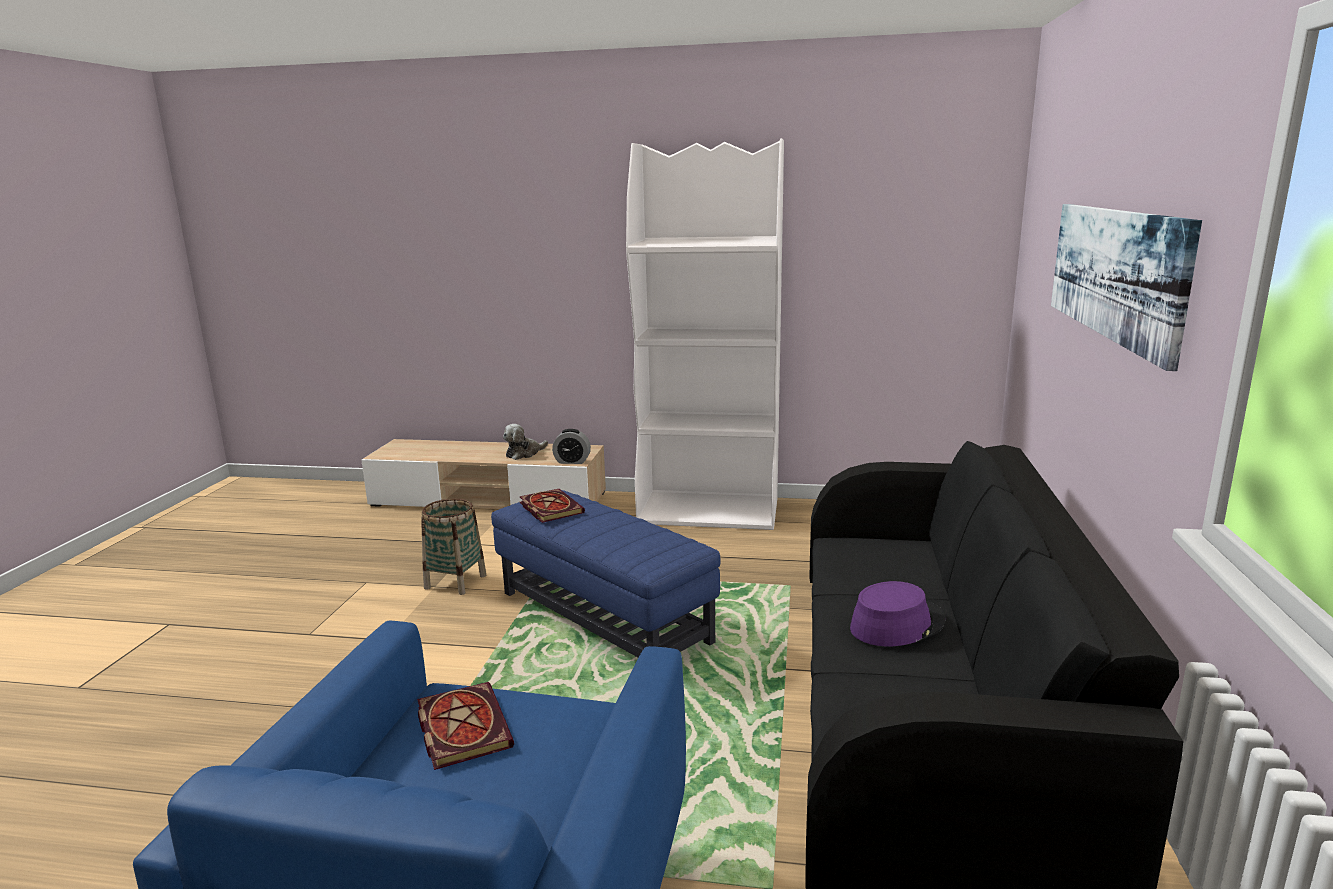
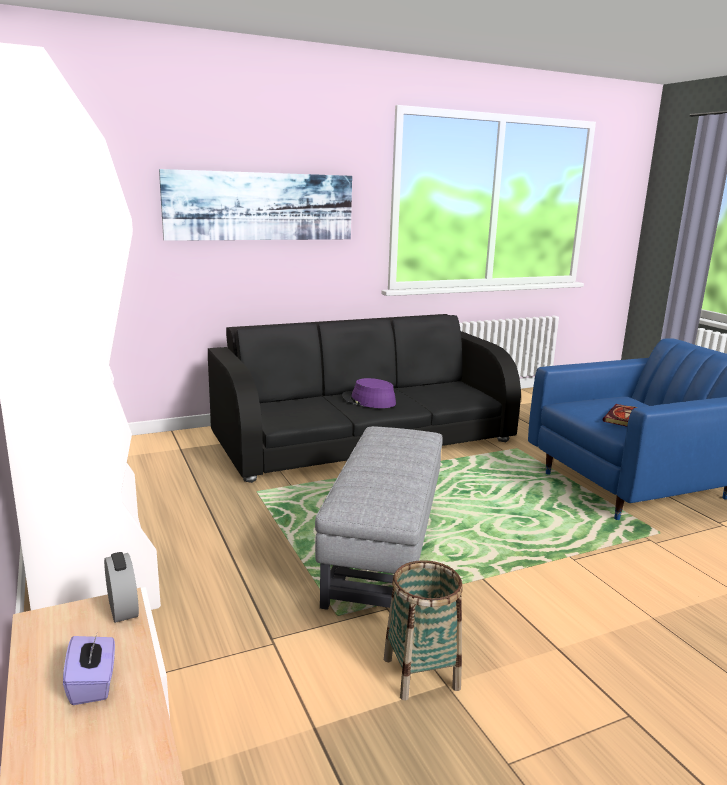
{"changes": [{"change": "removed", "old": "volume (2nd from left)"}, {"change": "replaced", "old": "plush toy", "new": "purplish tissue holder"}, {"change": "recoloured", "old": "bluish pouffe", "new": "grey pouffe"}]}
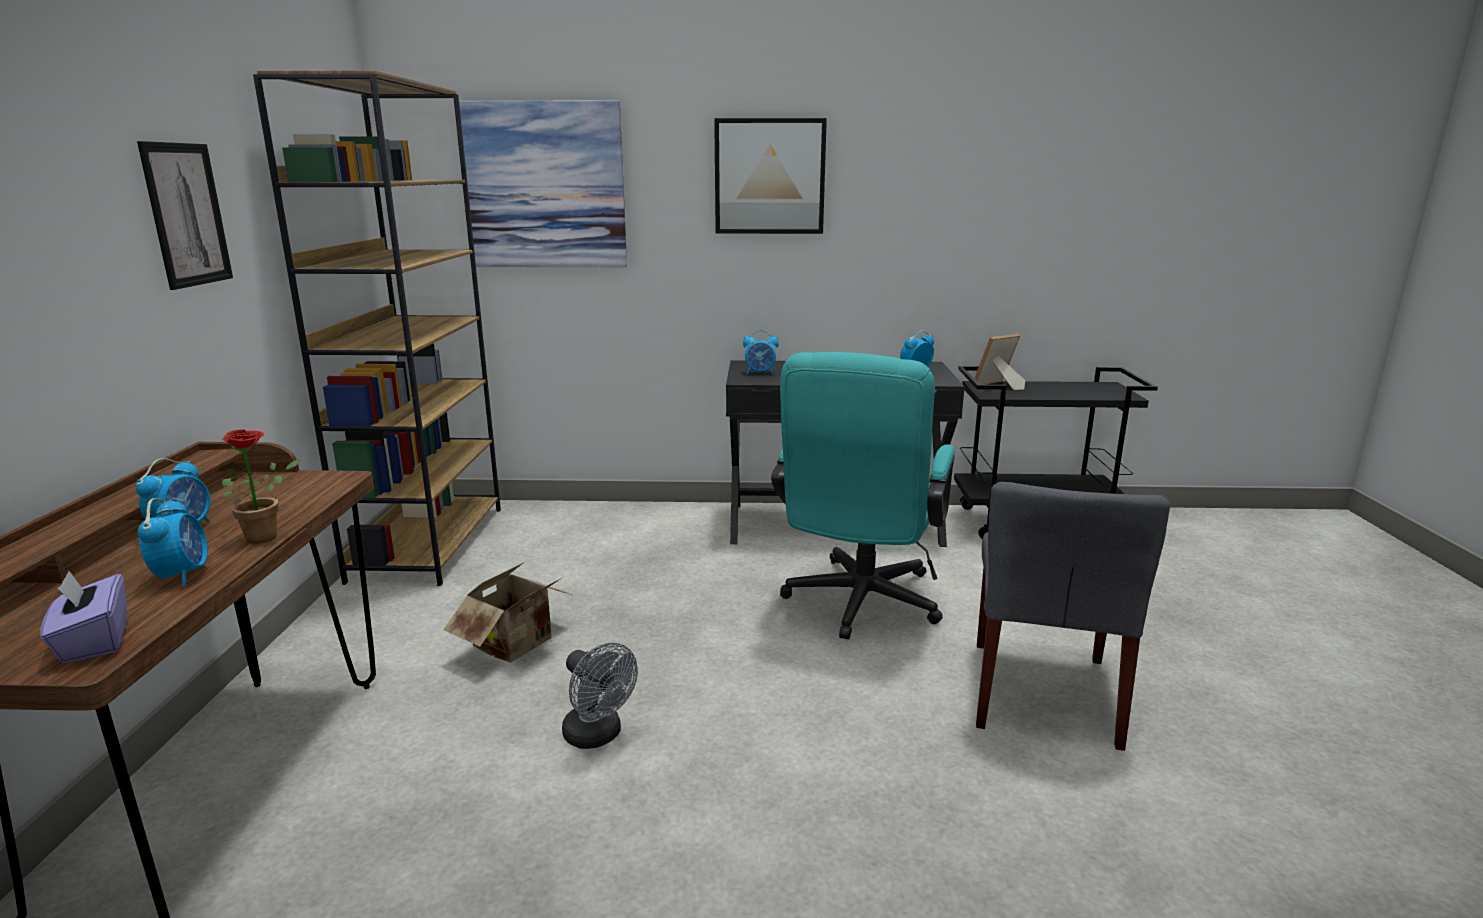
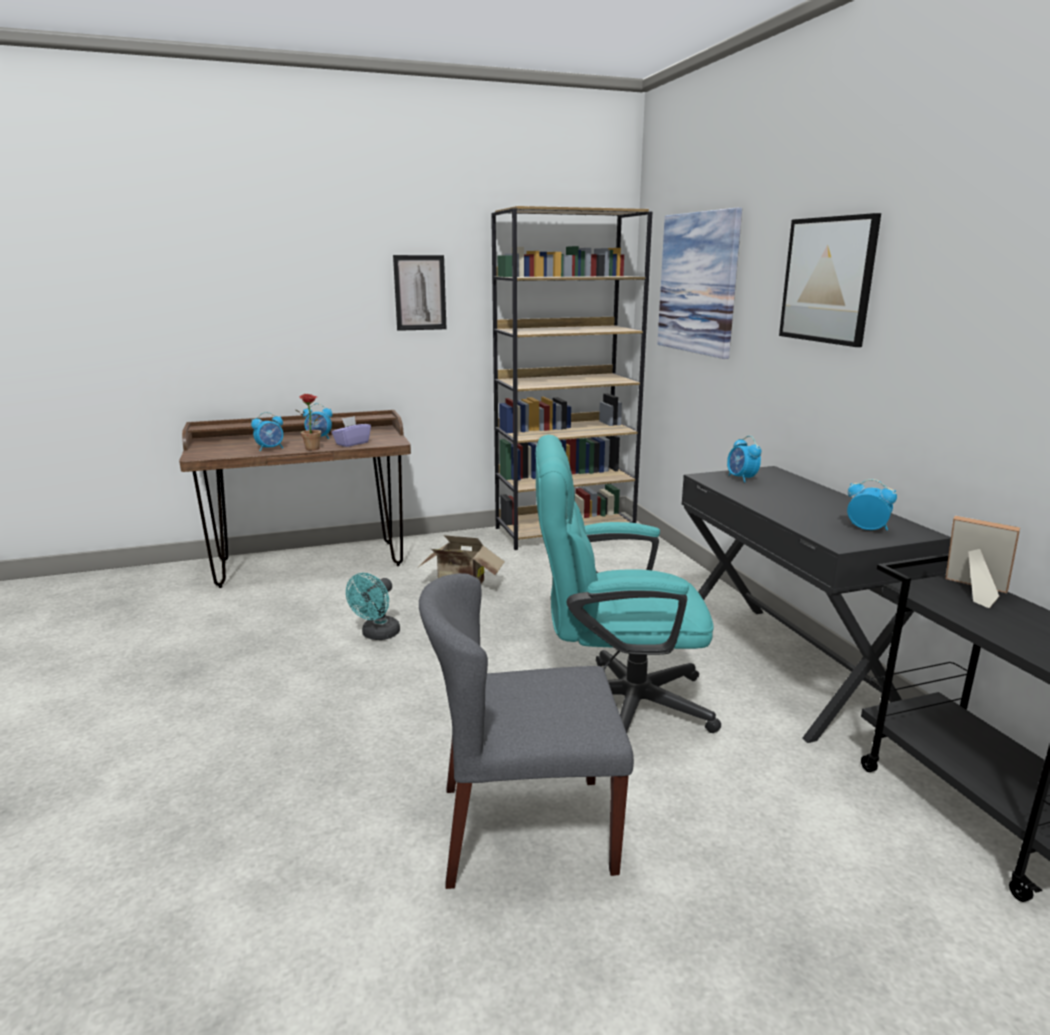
{"changes": [{"change": "moved", "old": "purplish tissue holder"}, {"change": "recoloured", "old": "grey cooling fan", "new": "turquoise-coloured cooling fan"}]}
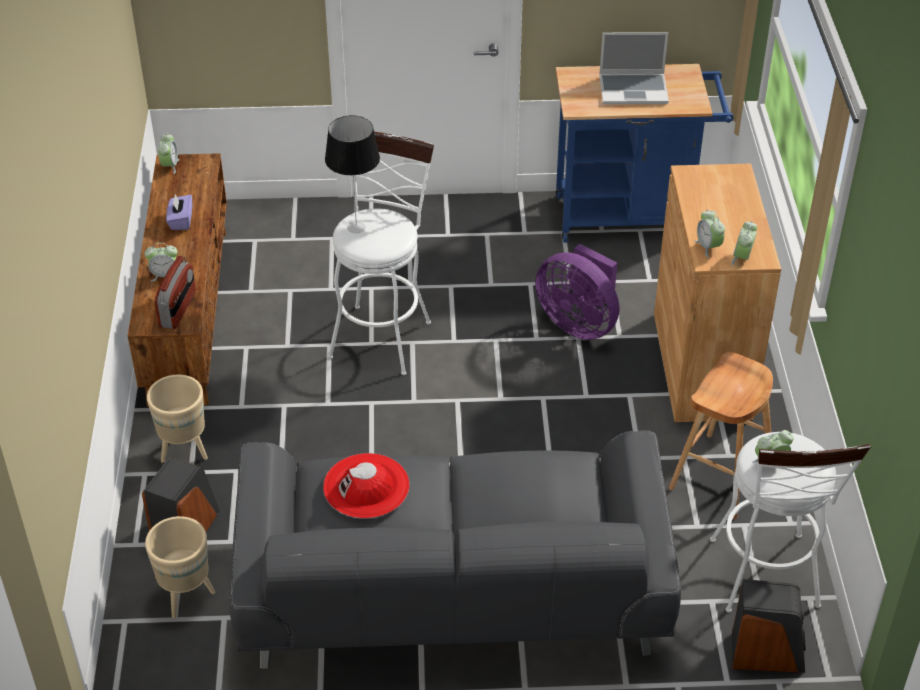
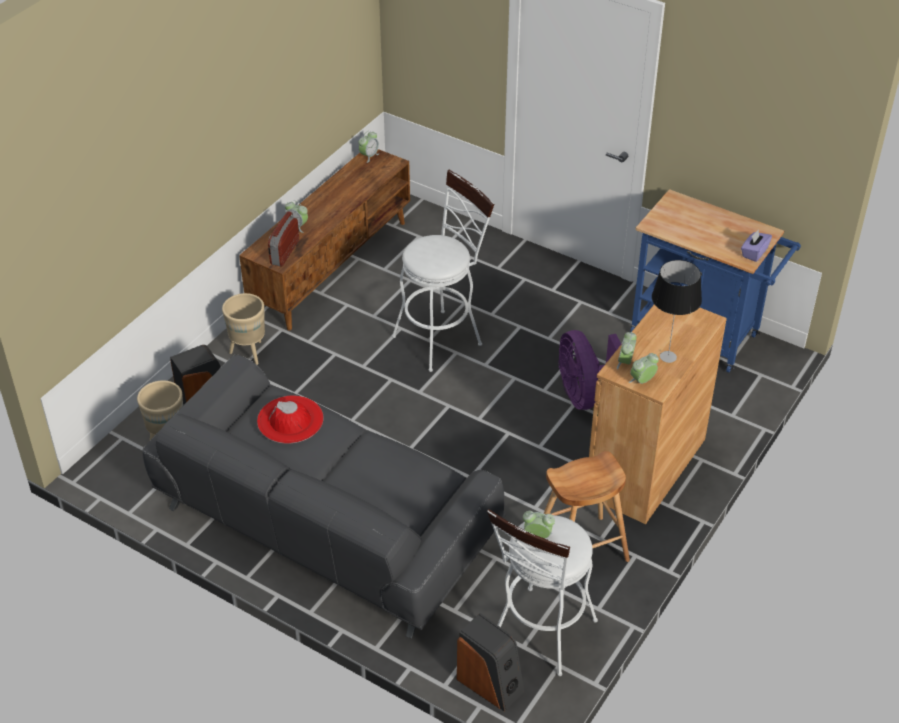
{"changes": [{"change": "removed", "old": "laptop"}, {"change": "moved", "old": "purplish tissue holder"}, {"change": "moved", "old": "tabletop lamp"}, {"change": "turned", "old": "radio set", "degrees": 150}]}
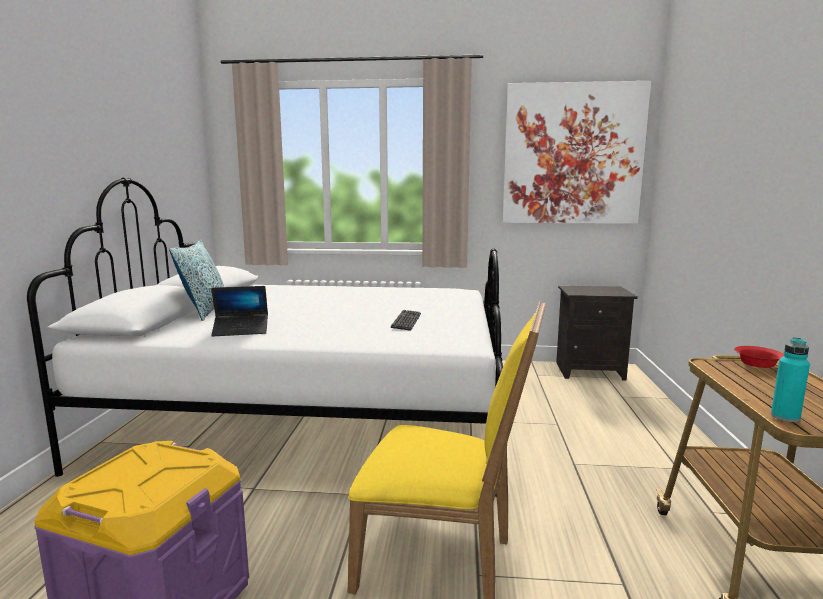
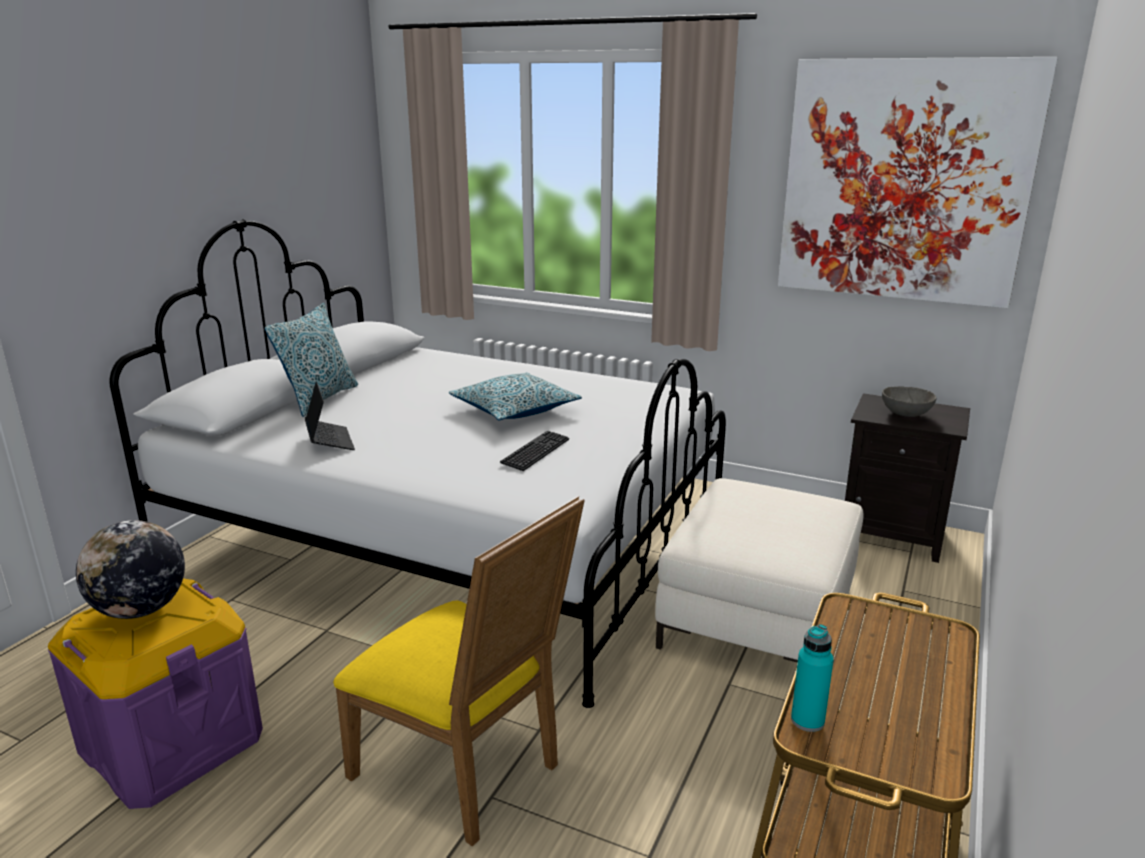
{"changes": [{"change": "removed", "old": "reddish serving bowl"}, {"change": "added", "new": "globe"}, {"change": "added", "new": "cushion (2nd from left)"}, {"change": "added", "new": "white pouffe"}, {"change": "added", "new": "grey serving bowl"}, {"change": "turned", "old": "laptop", "degrees": -120}]}
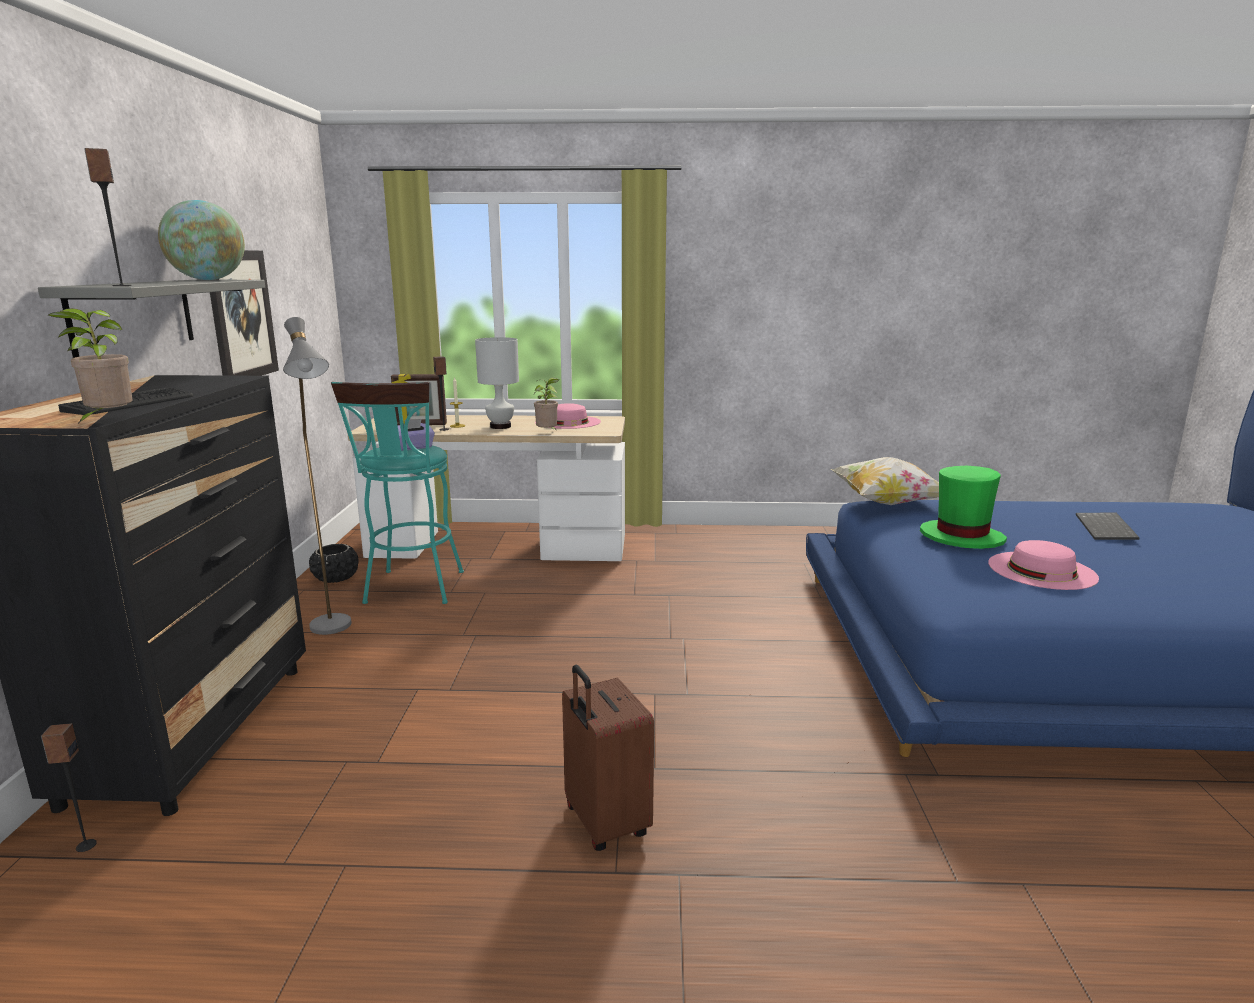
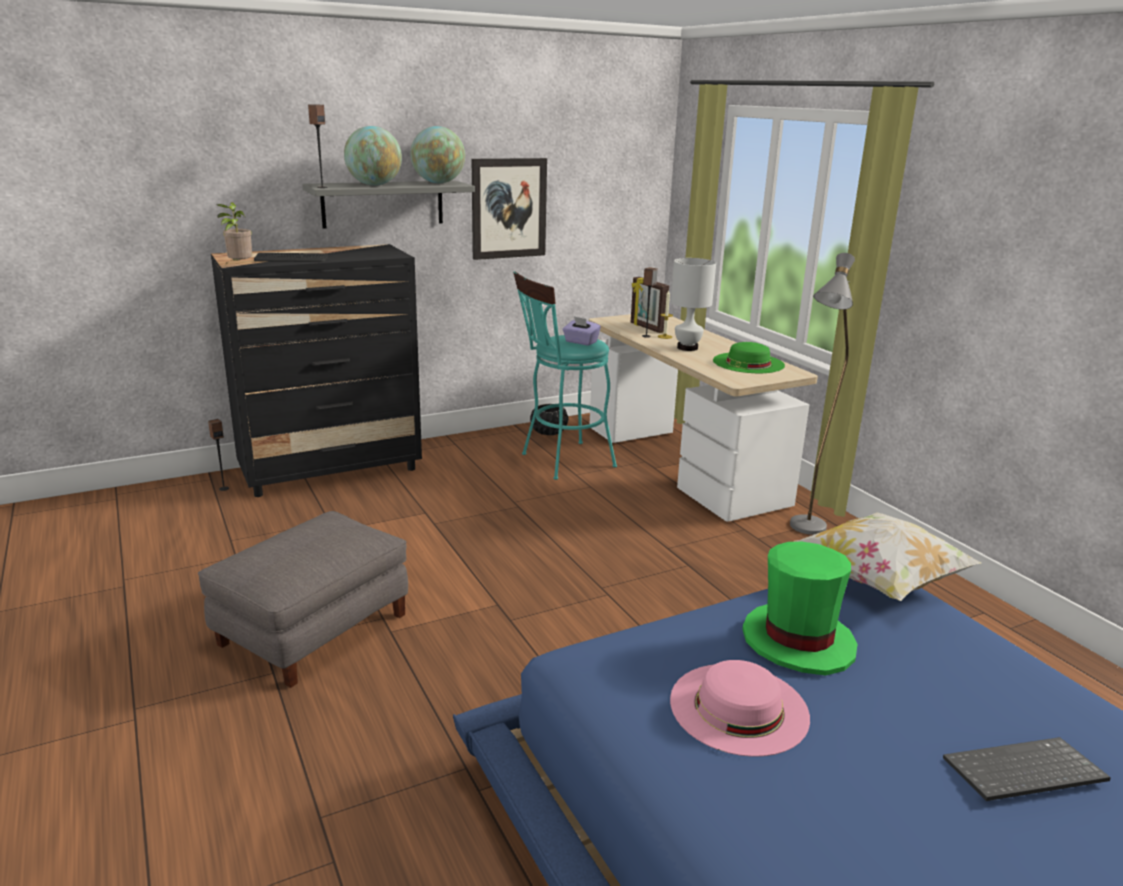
{"changes": [{"change": "removed", "old": "plant in a pot (2nd from left)"}, {"change": "added", "new": "globe (1st from left)"}, {"change": "moved", "old": "grey standing lamp"}, {"change": "replaced", "old": "brown suitcase", "new": "grey pouffe"}, {"change": "recoloured", "old": "pinkish clothing hat (1st from left)", "new": "green-coloured clothing hat (1st from left)"}]}
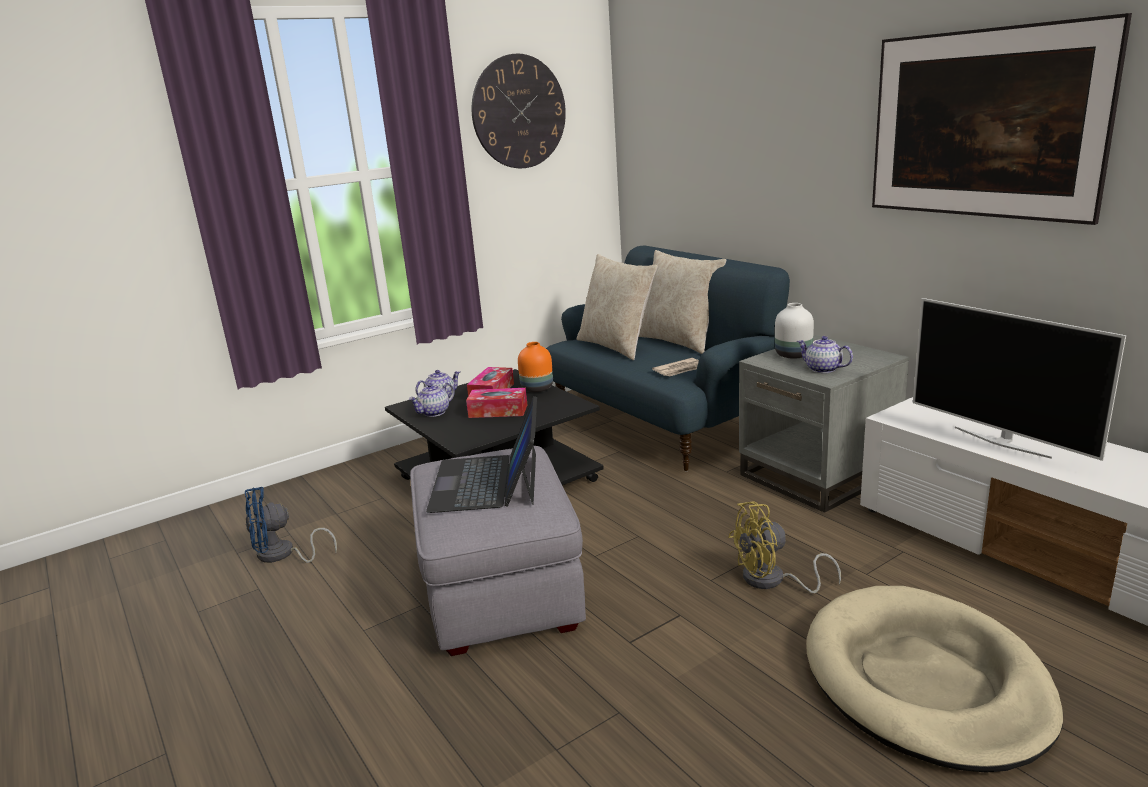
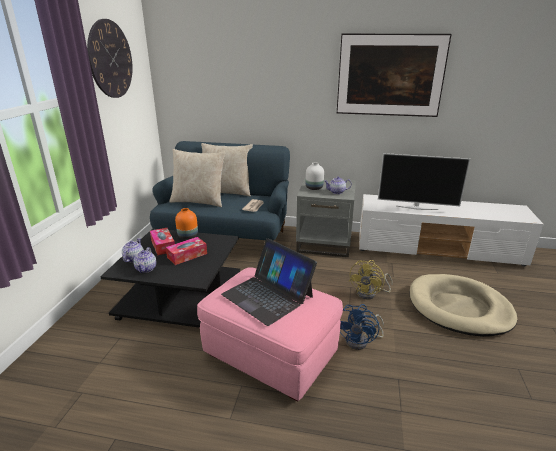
{"changes": [{"change": "moved", "old": "bluish cooling fan"}, {"change": "recoloured", "old": "grey pouffe", "new": "pinkish pouffe"}]}
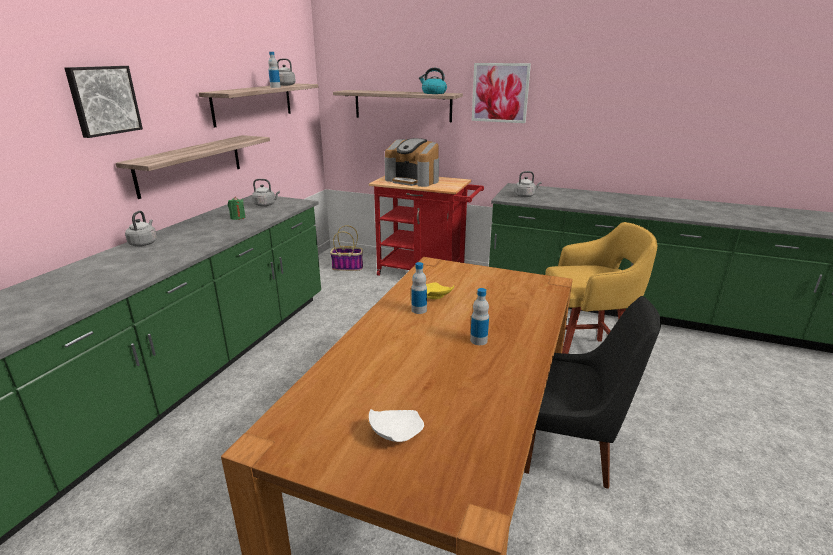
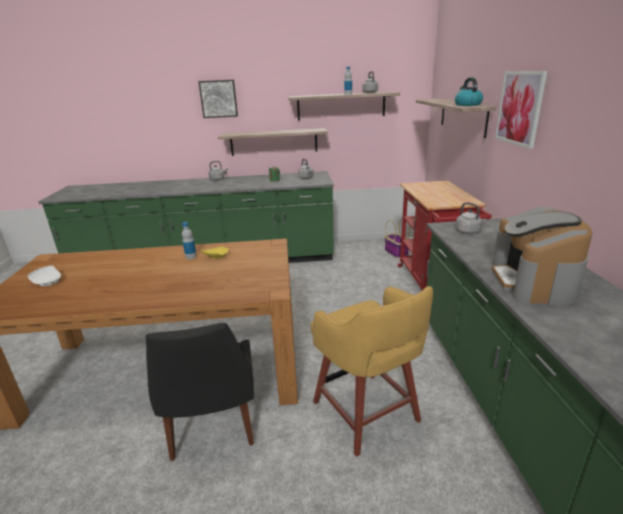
{"changes": [{"change": "removed", "old": "bottle (3rd from left)"}, {"change": "moved", "old": "coffee machine"}]}
